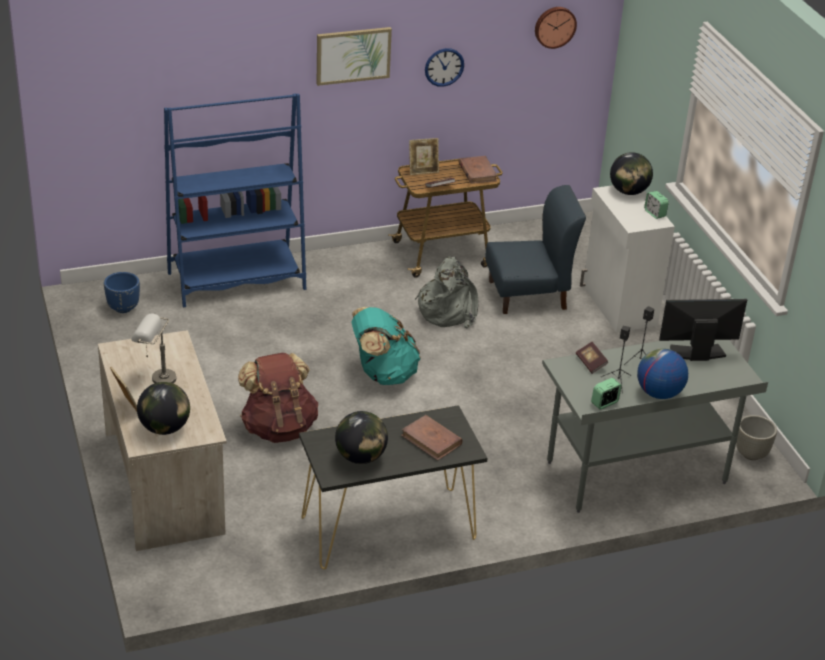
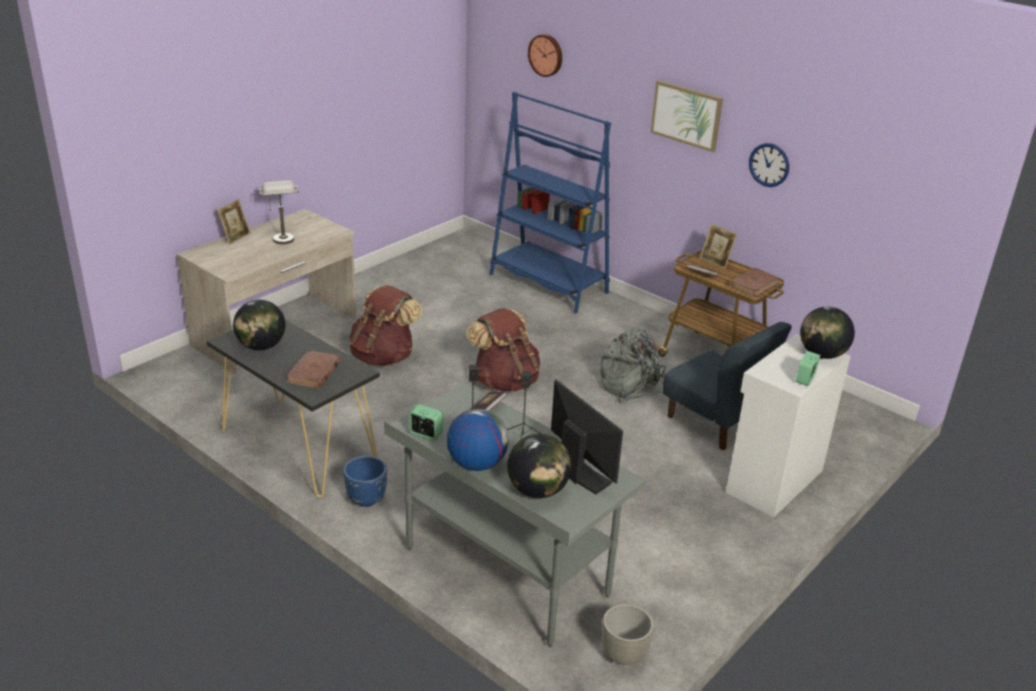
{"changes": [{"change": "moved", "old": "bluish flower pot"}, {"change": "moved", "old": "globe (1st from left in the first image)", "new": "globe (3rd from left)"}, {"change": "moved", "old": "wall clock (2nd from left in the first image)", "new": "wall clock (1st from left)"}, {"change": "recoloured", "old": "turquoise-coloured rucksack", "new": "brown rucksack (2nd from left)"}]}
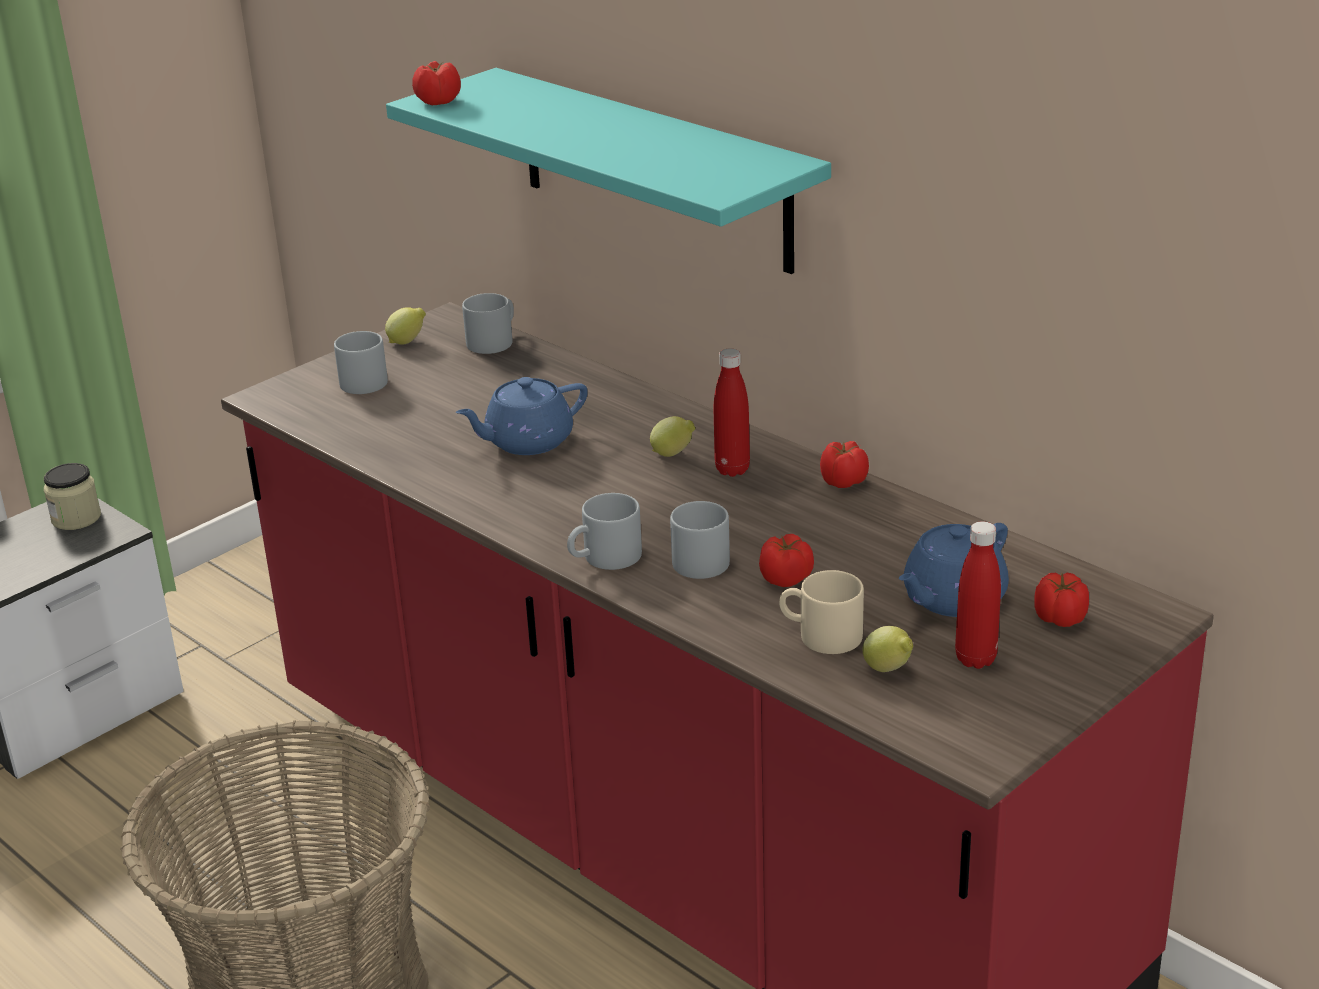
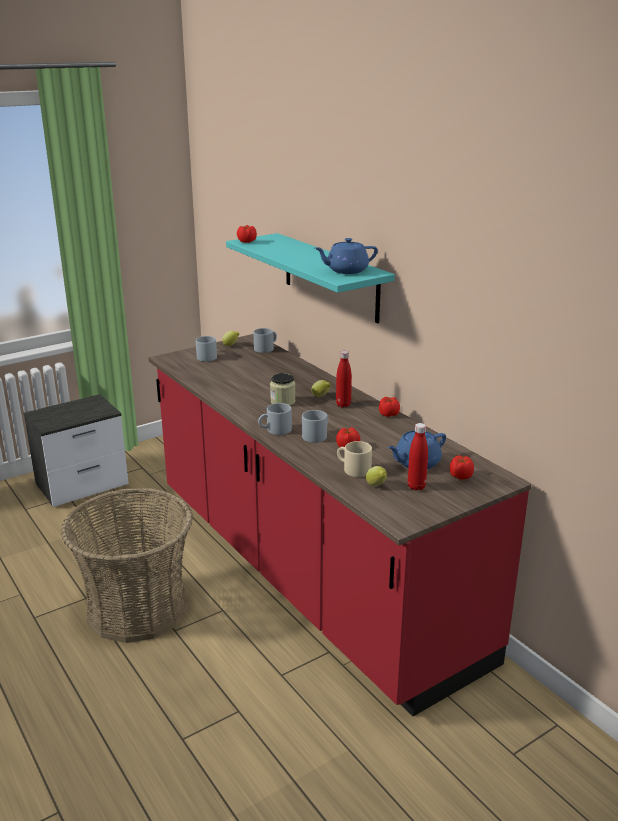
{"changes": [{"change": "moved", "old": "preserve jar"}, {"change": "moved", "old": "bluish teapot (1st from left)"}]}
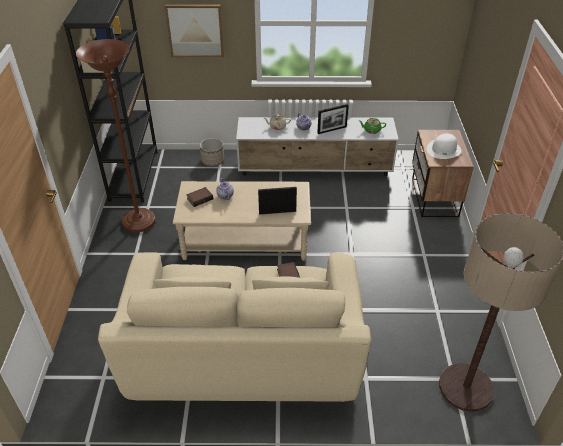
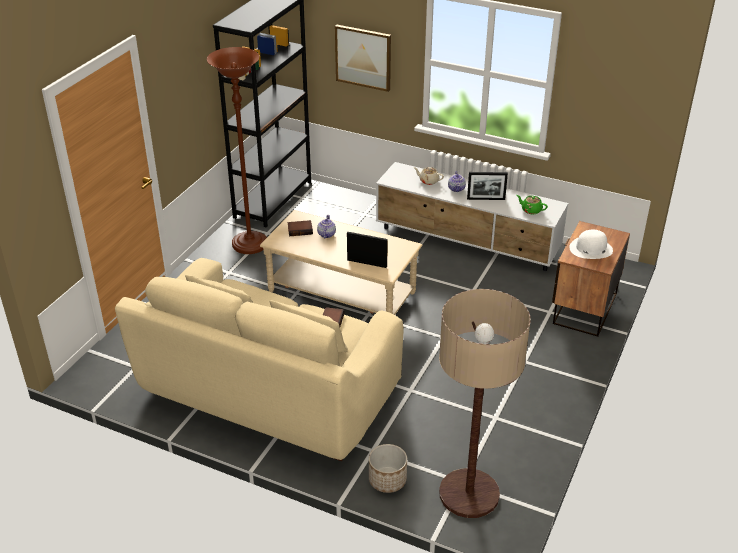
{"changes": [{"change": "moved", "old": "flower pot"}]}
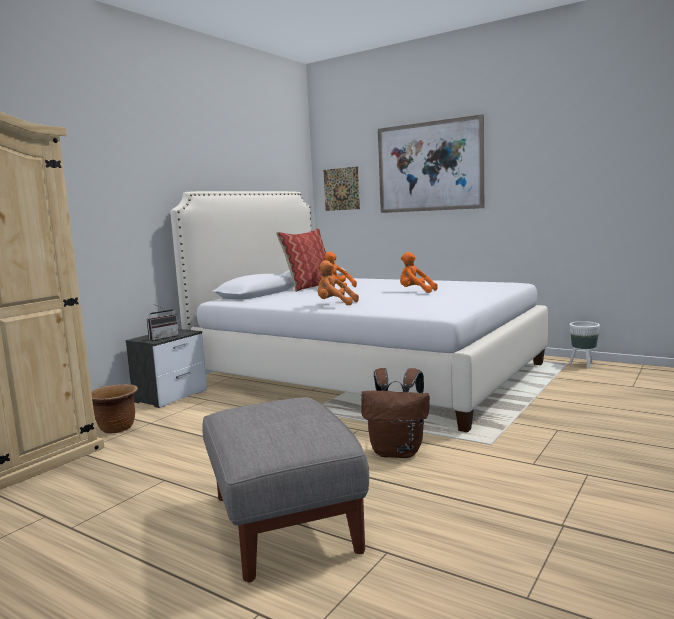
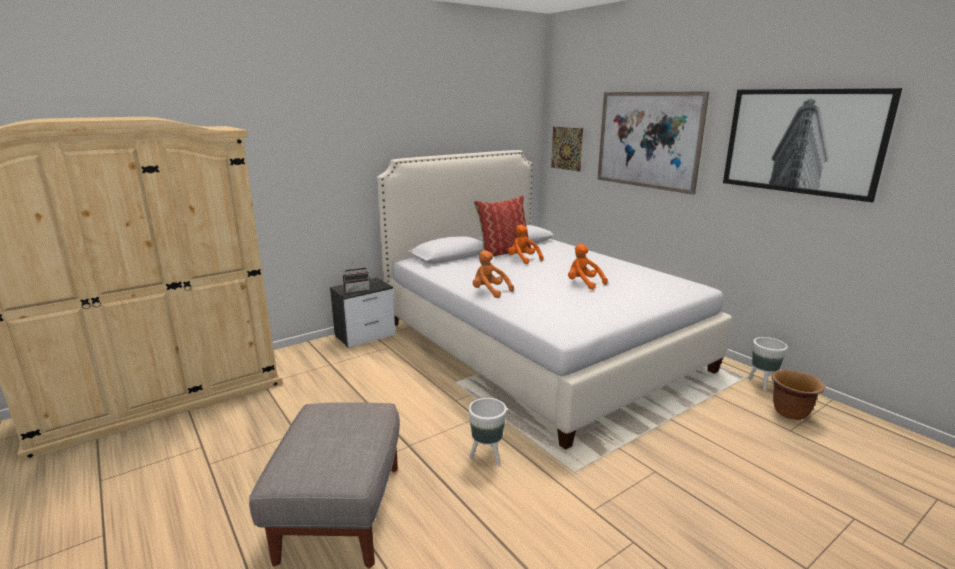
{"changes": [{"change": "added", "new": "picture (3rd from left)"}, {"change": "moved", "old": "brown flower pot"}, {"change": "replaced", "old": "brown rucksack", "new": "white flower pot (1st from left)"}]}
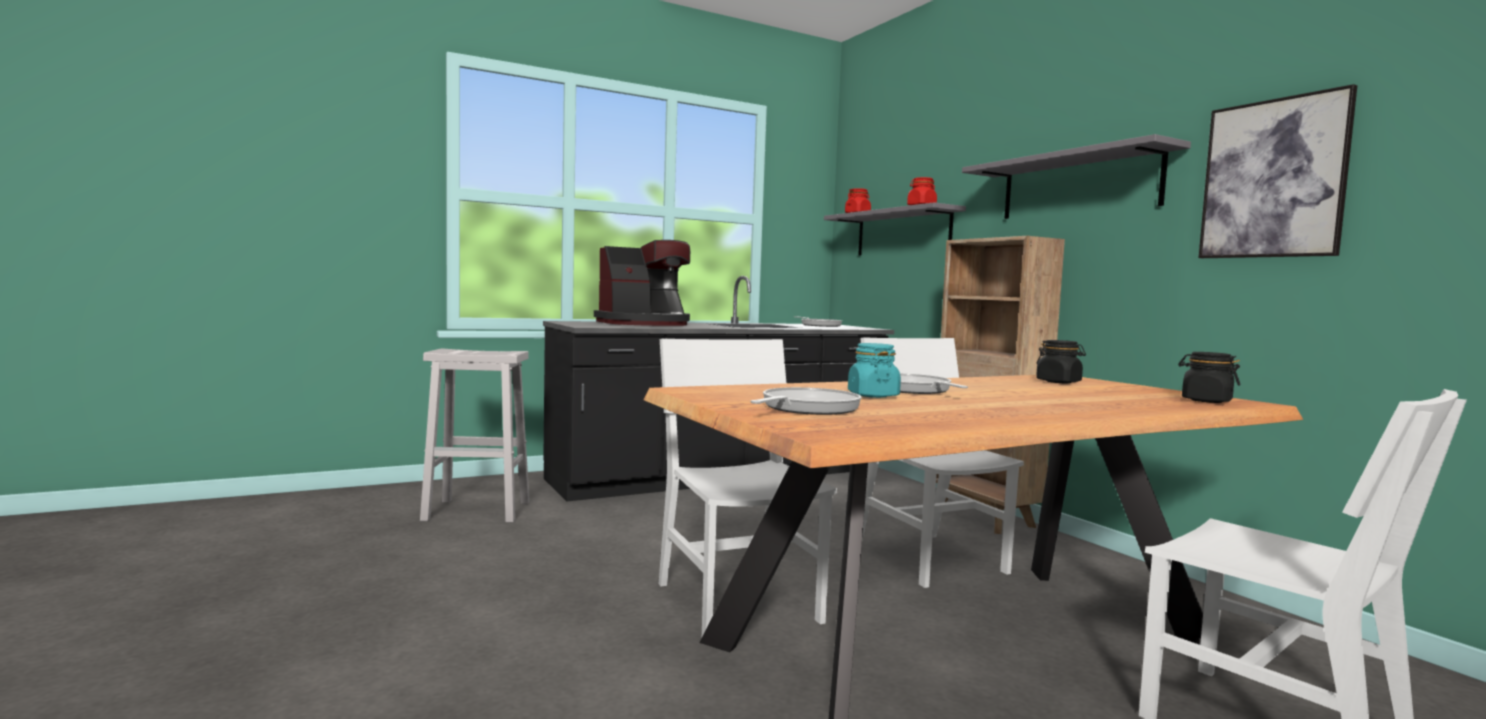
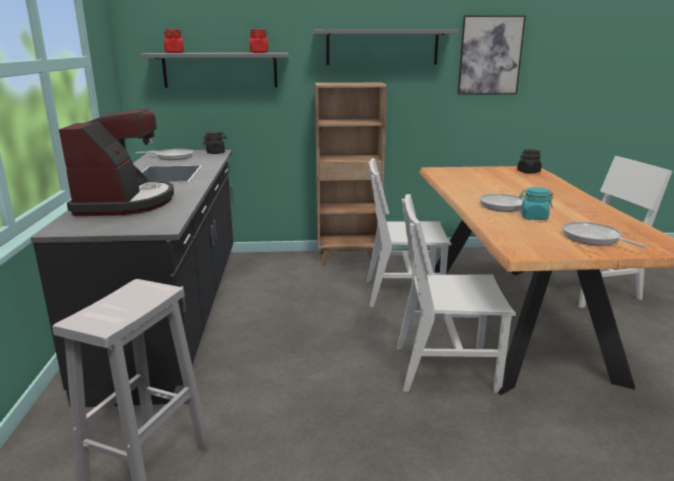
{"changes": [{"change": "moved", "old": "black-coloured preserve jar (1st from left)"}]}
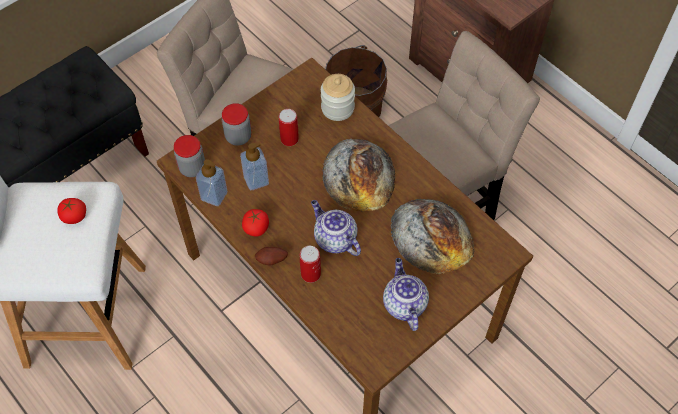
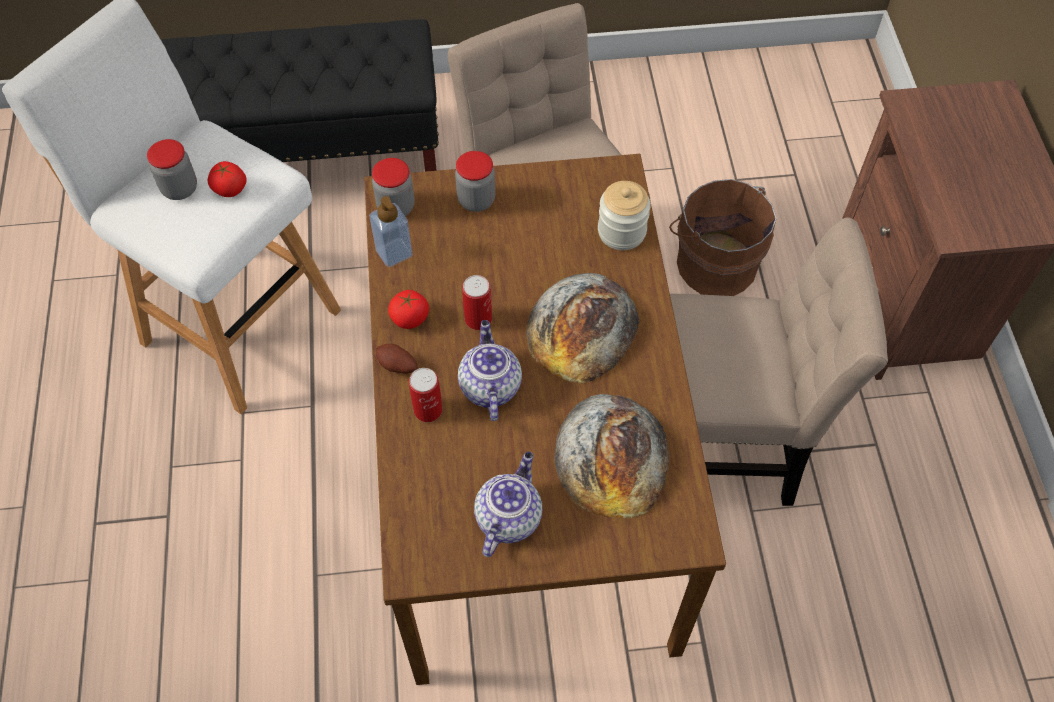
{"changes": [{"change": "removed", "old": "soap bottle (2nd from left)"}, {"change": "added", "new": "preserve jar (1st from left)"}, {"change": "moved", "old": "metal can (1st from left in the first image)", "new": "metal can (2nd from left)"}]}
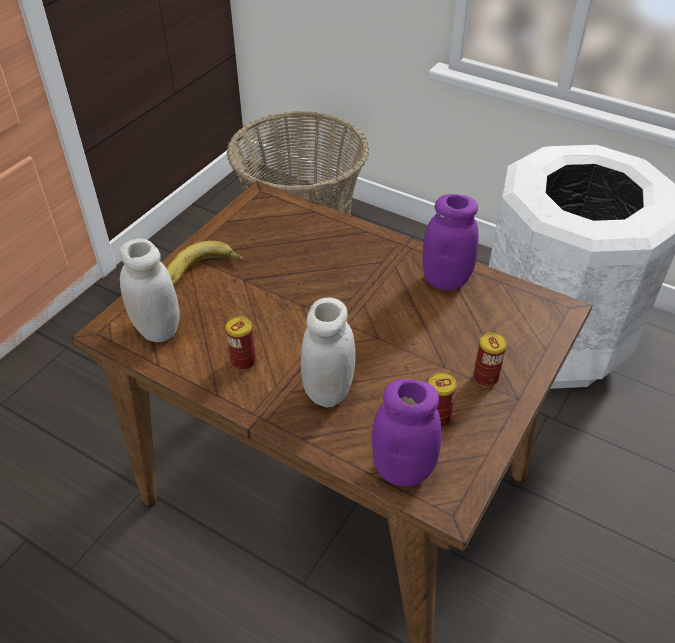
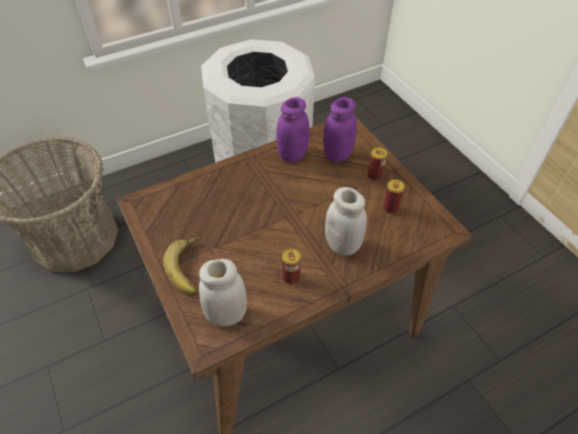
{"changes": [{"change": "moved", "old": "purplish preserve jar (1st from left in the first image)", "new": "purplish preserve jar (2nd from left)"}]}
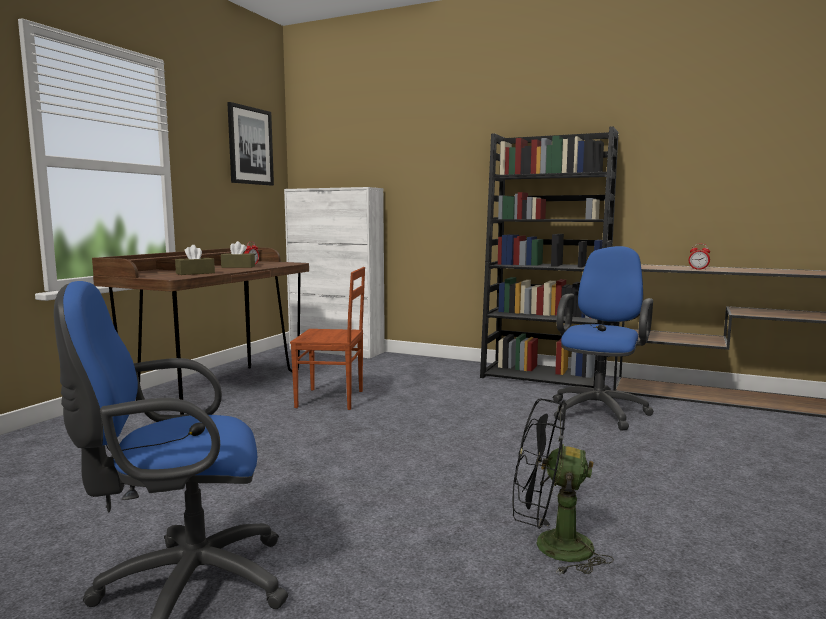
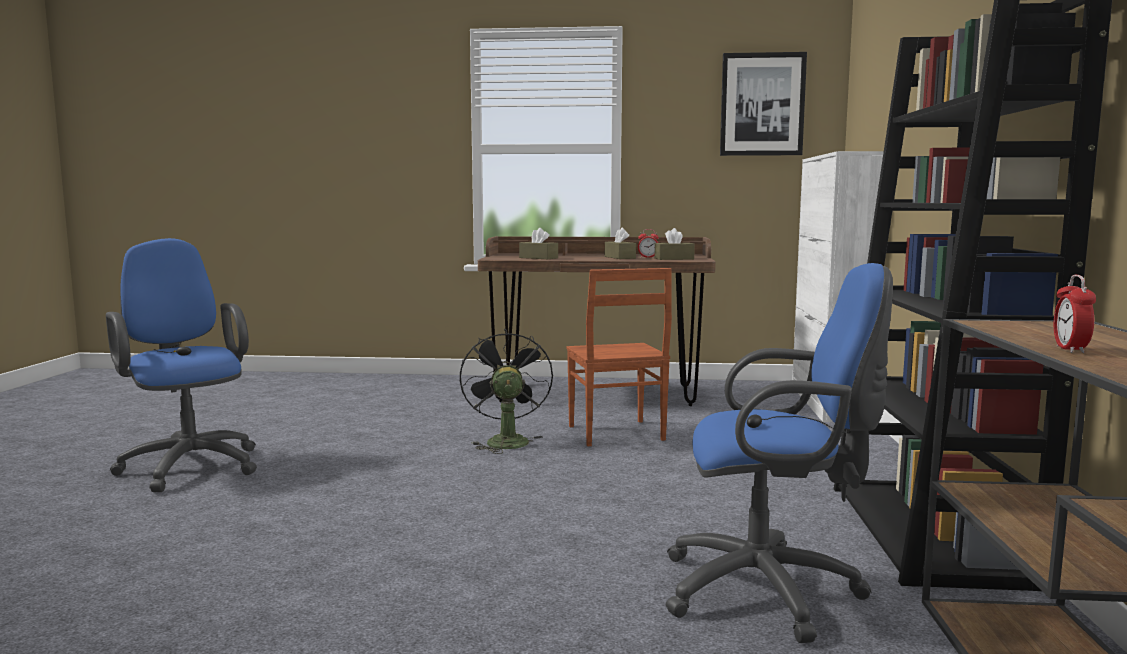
{"changes": [{"change": "added", "new": "brown tissue holder (3rd from left)"}, {"change": "moved", "old": "black-coloured cooling fan"}]}
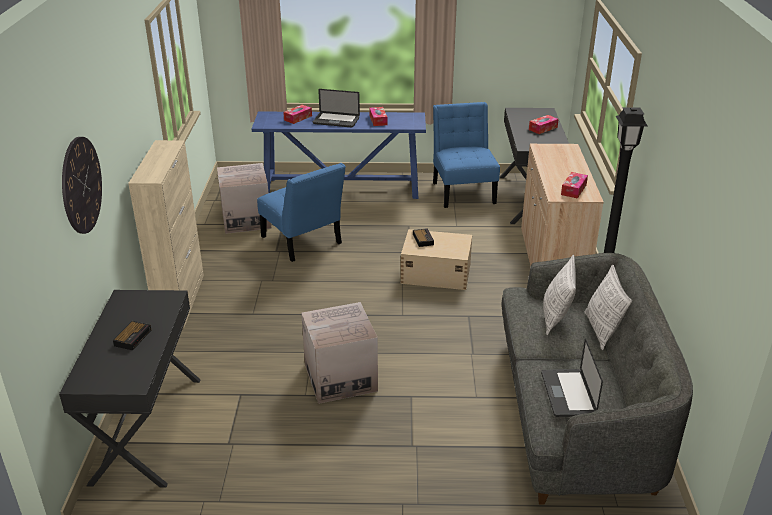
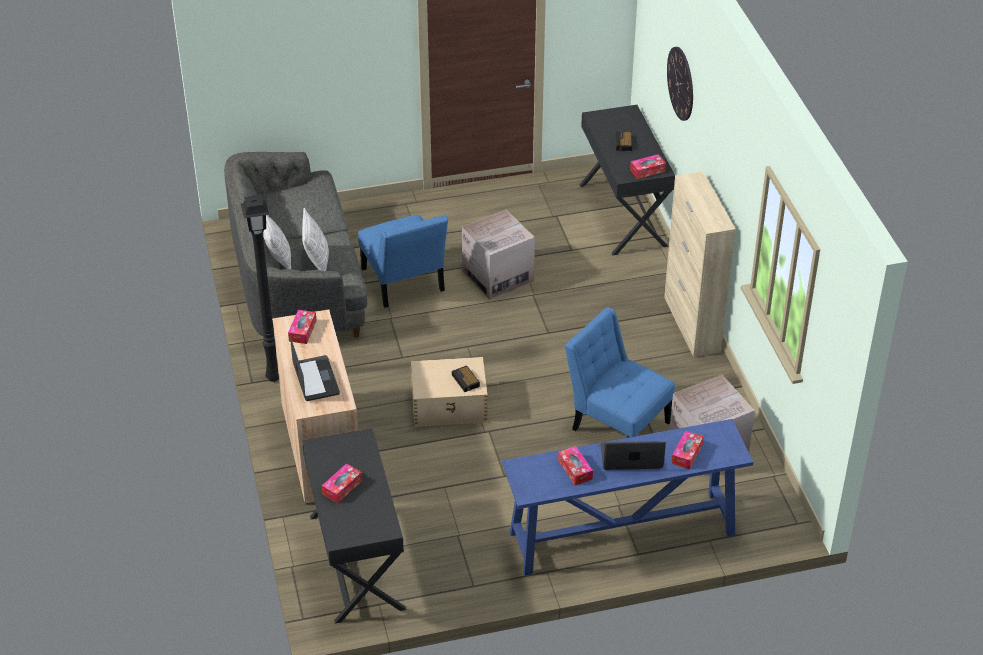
{"changes": [{"change": "added", "new": "tissue holder (4th from left)"}, {"change": "moved", "old": "bluish plain chair (2nd from left in the first image)", "new": "bluish plain chair (1st from left)"}, {"change": "moved", "old": "laptop (2nd from left in the first image)", "new": "laptop (1st from left)"}]}
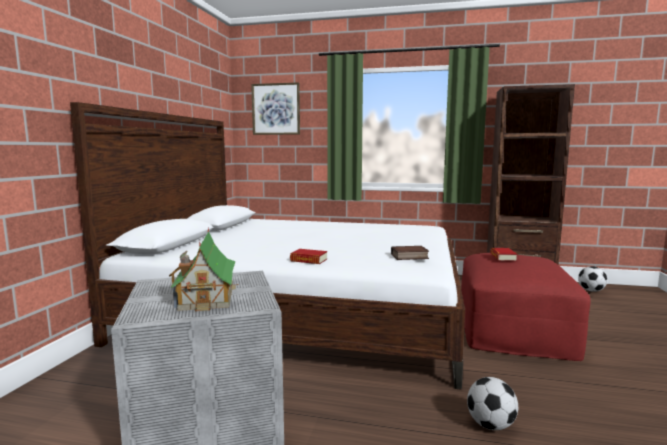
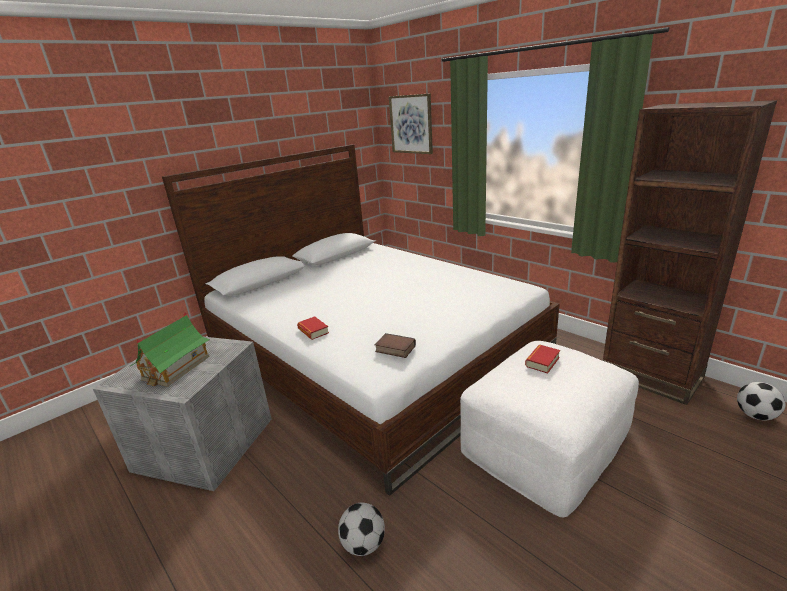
{"changes": [{"change": "recoloured", "old": "reddish pouffe", "new": "white pouffe"}]}
